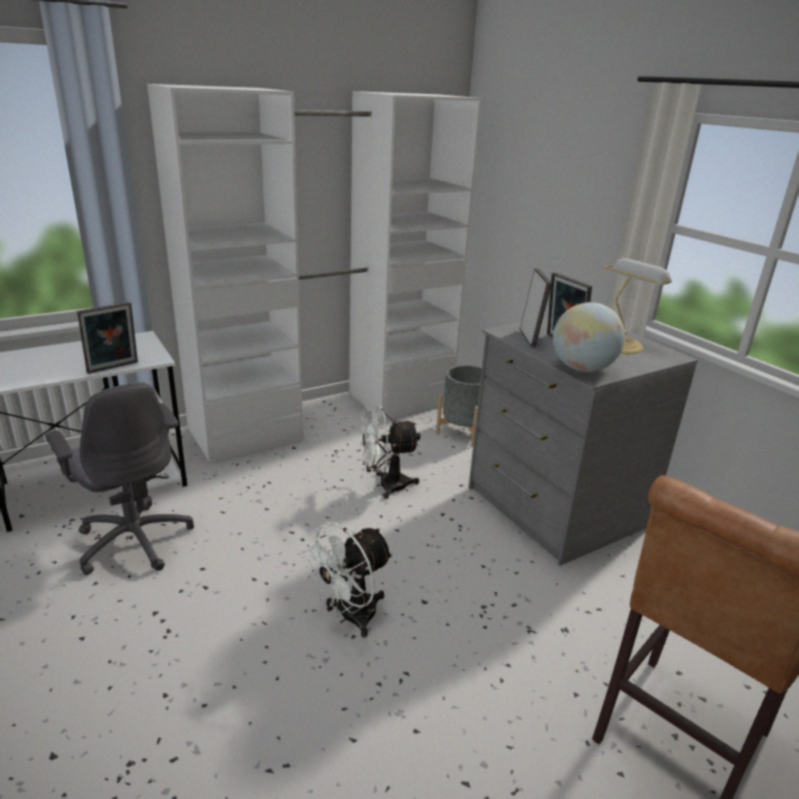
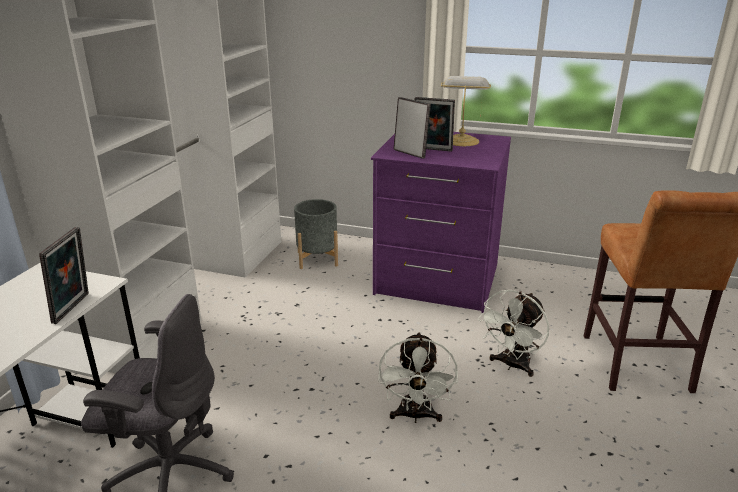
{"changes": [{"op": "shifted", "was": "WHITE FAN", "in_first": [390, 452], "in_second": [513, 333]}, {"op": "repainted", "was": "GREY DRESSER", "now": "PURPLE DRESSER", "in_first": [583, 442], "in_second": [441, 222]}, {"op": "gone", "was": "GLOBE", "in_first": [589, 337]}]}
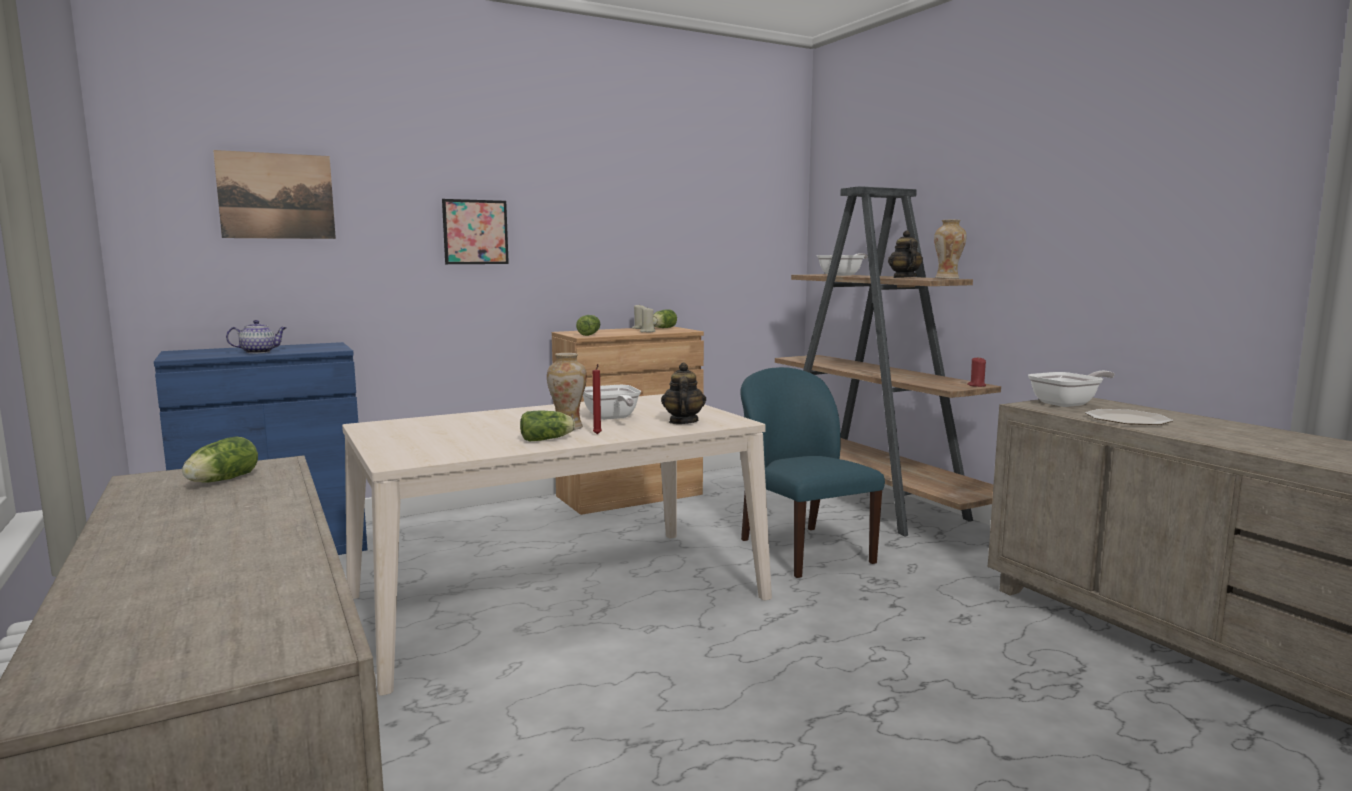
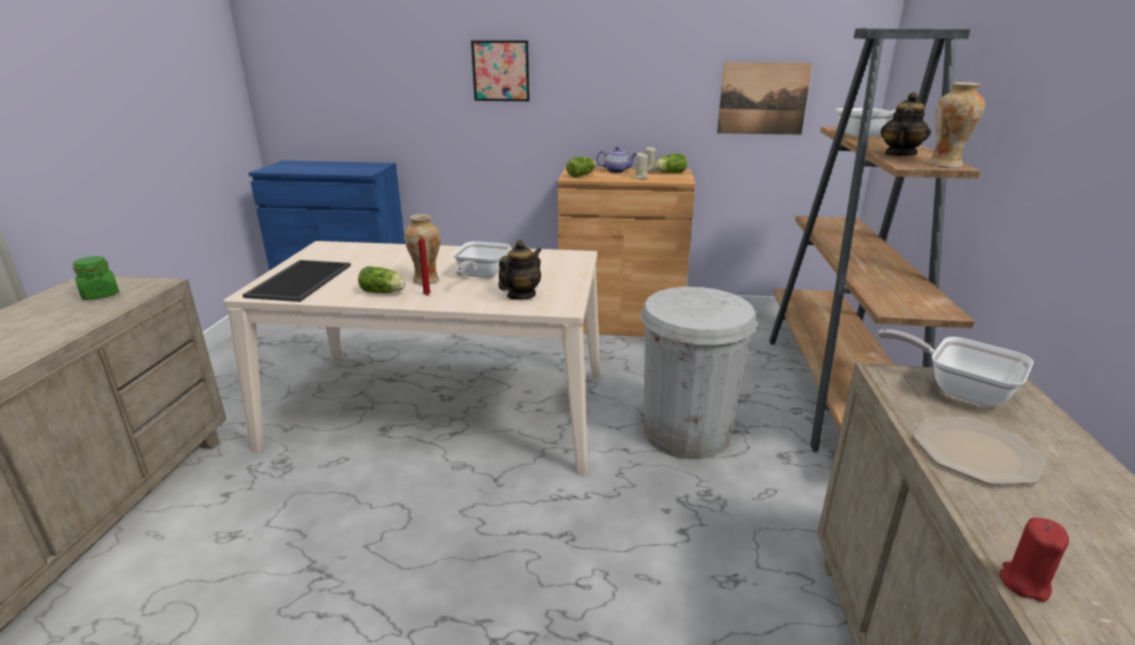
{"changes": [{"op": "swapped", "was": "LETTUCE", "now": "GREEN JAR", "in_first": [220, 459], "in_second": [96, 278]}, {"op": "shifted", "was": "PICTURE", "in_first": [274, 194], "in_second": [764, 98]}, {"op": "shifted", "was": "TEAPOT", "in_first": [256, 337], "in_second": [616, 160]}, {"op": "swapped", "was": "BLUE CHAIR", "now": "WHITE TRASH CAN", "in_first": [812, 472], "in_second": [698, 373]}, {"op": "shifted", "was": "RED CANDLE", "in_first": [977, 372], "in_second": [1034, 559]}, {"op": "rotated", "was": "FRYING PAN", "in_first": [1071, 389], "in_second": [955, 368], "clockwise": -150}, {"op": "new", "now": "TRAY", "in_second": [296, 281]}]}
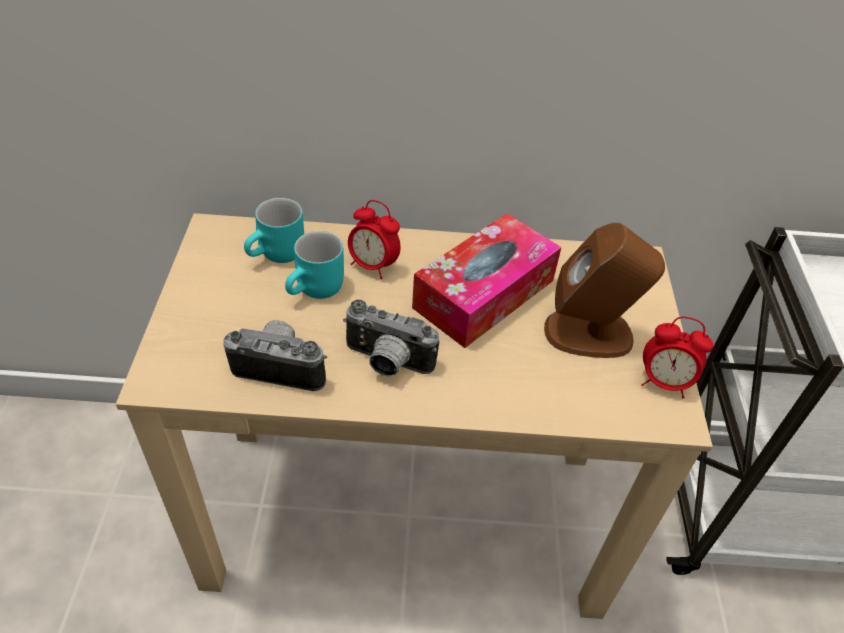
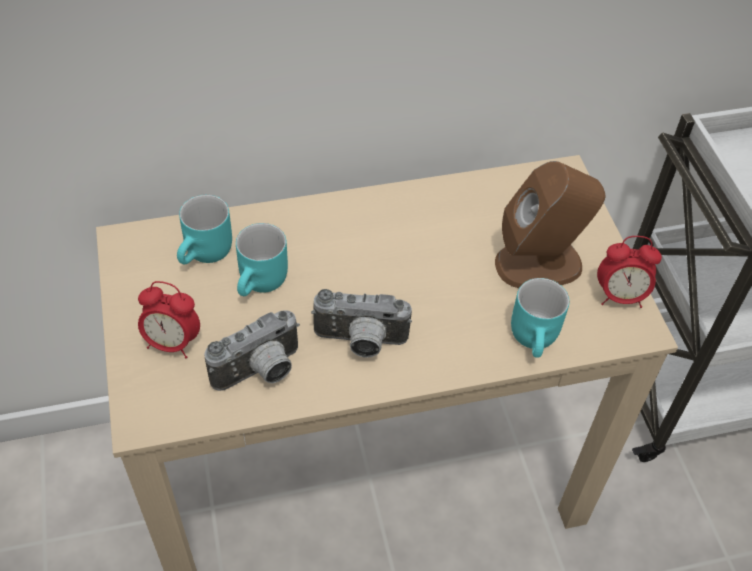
{"changes": [{"op": "rotated", "was": "PHOTO CAMERA", "in_first": [275, 355], "in_second": [252, 350], "clockwise": 150}, {"op": "shifted", "was": "ALARM CLOCK", "in_first": [374, 239], "in_second": [169, 319]}, {"op": "gone", "was": "TISSUE BOX", "in_first": [487, 280]}, {"op": "new", "now": "TURQUOISE MUG", "in_second": [540, 318]}]}
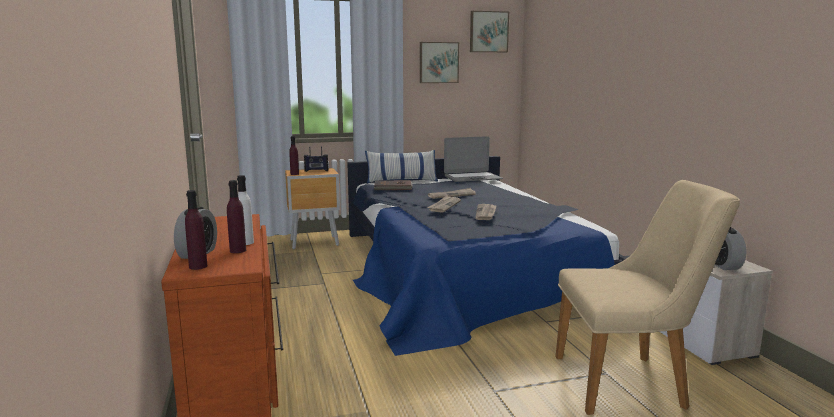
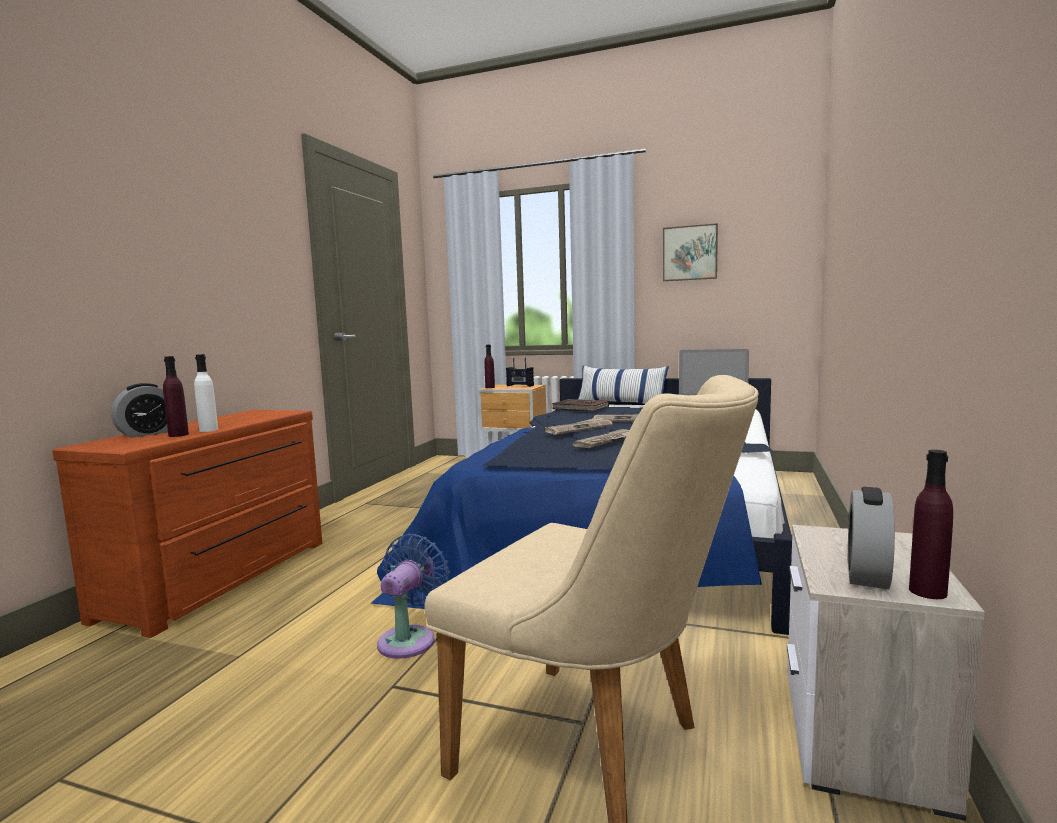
{"changes": [{"op": "shifted", "was": "PURPLE BOTTLE", "in_first": [196, 230], "in_second": [931, 524]}, {"op": "gone", "was": "PICTURE", "in_first": [489, 31]}, {"op": "new", "now": "BLUE FAN", "in_second": [413, 596]}]}
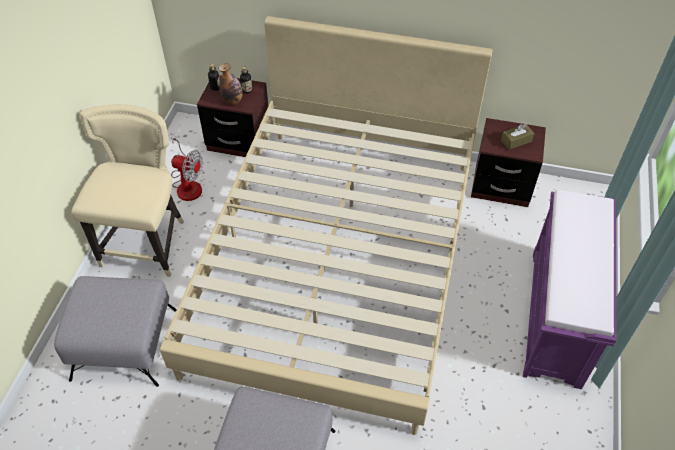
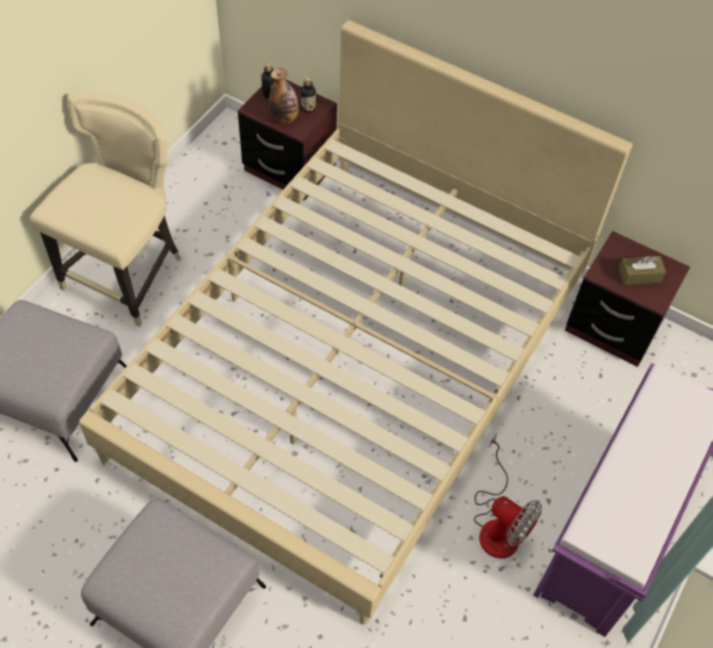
{"changes": [{"op": "shifted", "was": "FAN", "in_first": [186, 167], "in_second": [508, 495]}]}
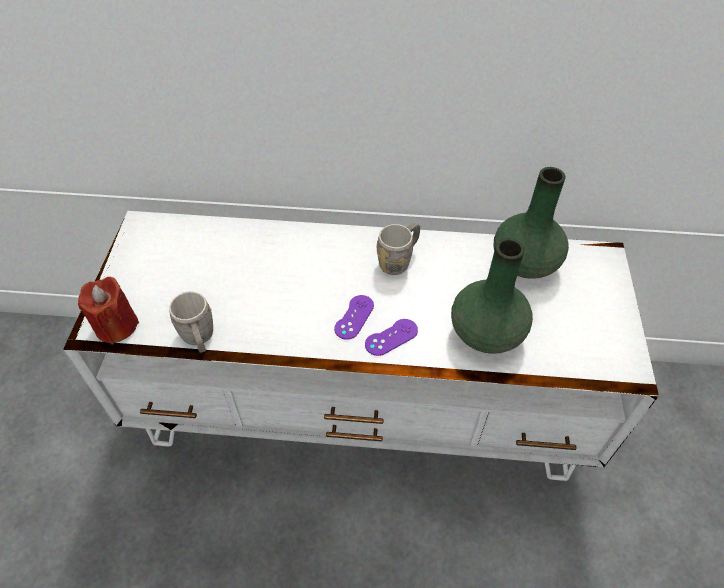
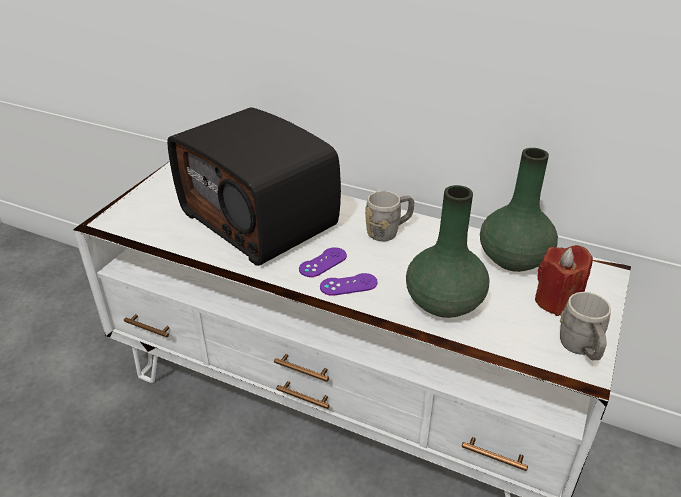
{"changes": [{"op": "shifted", "was": "RED CANDLE", "in_first": [108, 311], "in_second": [564, 280]}, {"op": "shifted", "was": "GREY MUG", "in_first": [191, 322], "in_second": [585, 326]}, {"op": "new", "now": "RADIO", "in_second": [254, 186]}]}
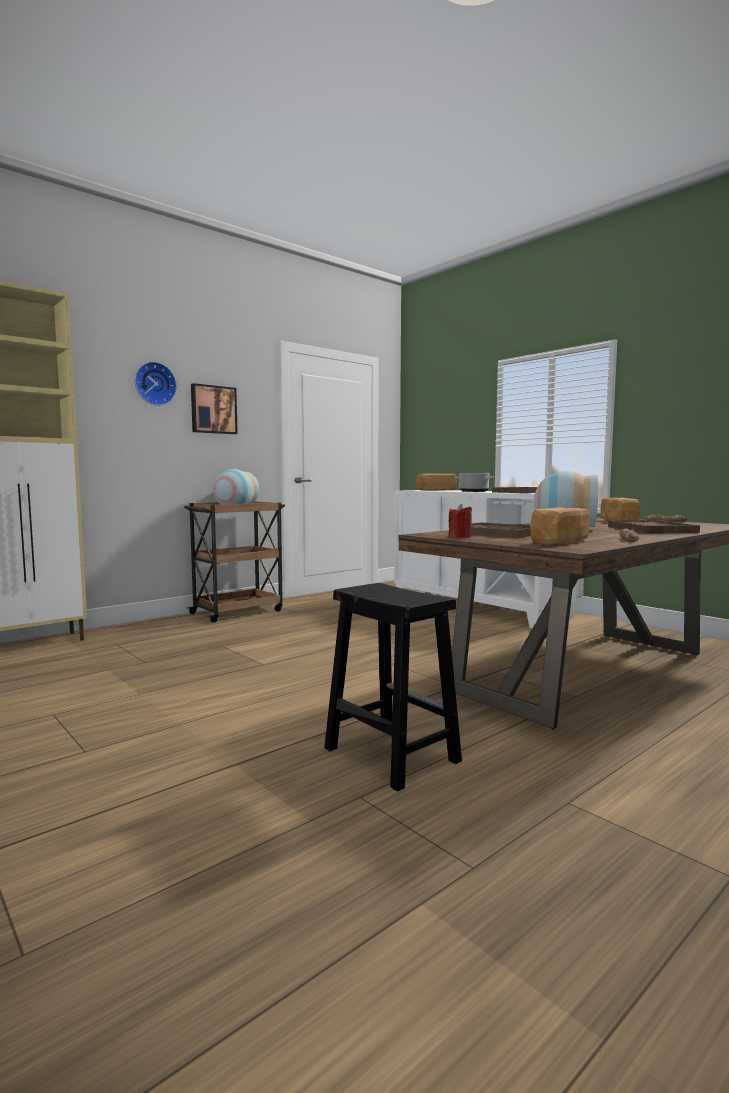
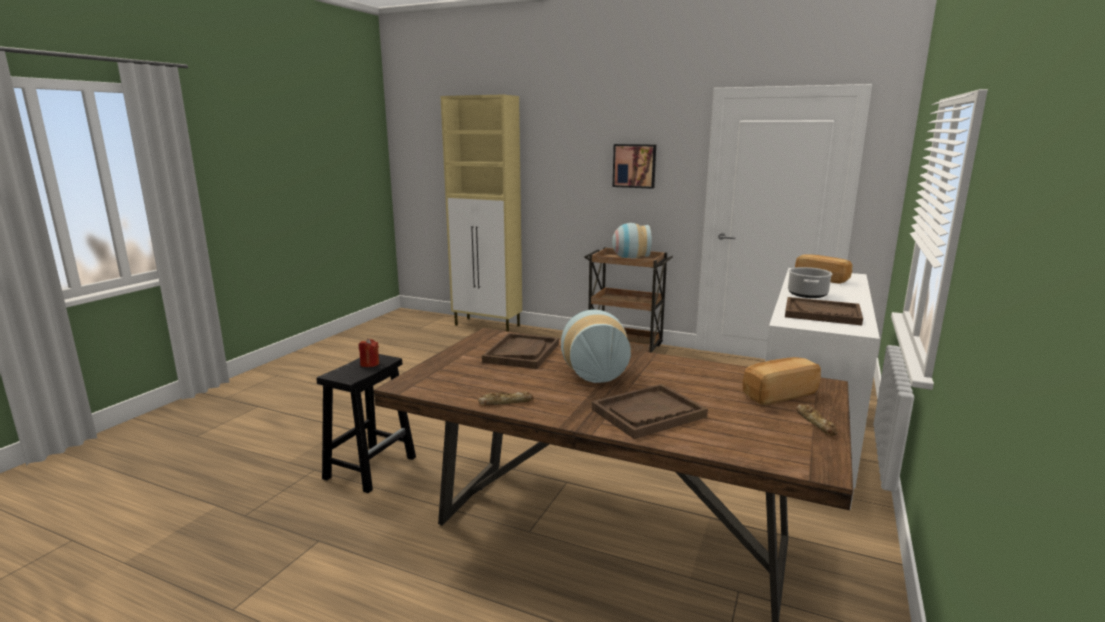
{"changes": [{"op": "gone", "was": "WALL CLOCK", "in_first": [156, 384]}, {"op": "shifted", "was": "RED CANDLE", "in_first": [460, 521], "in_second": [368, 352]}, {"op": "gone", "was": "BREAD", "in_first": [560, 525]}]}
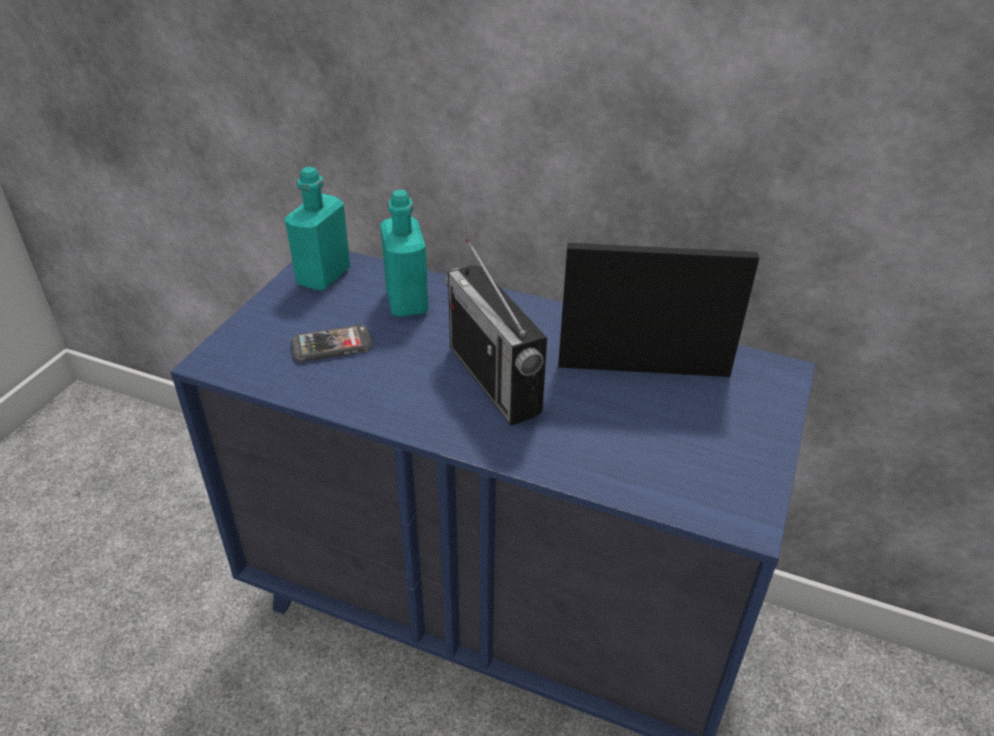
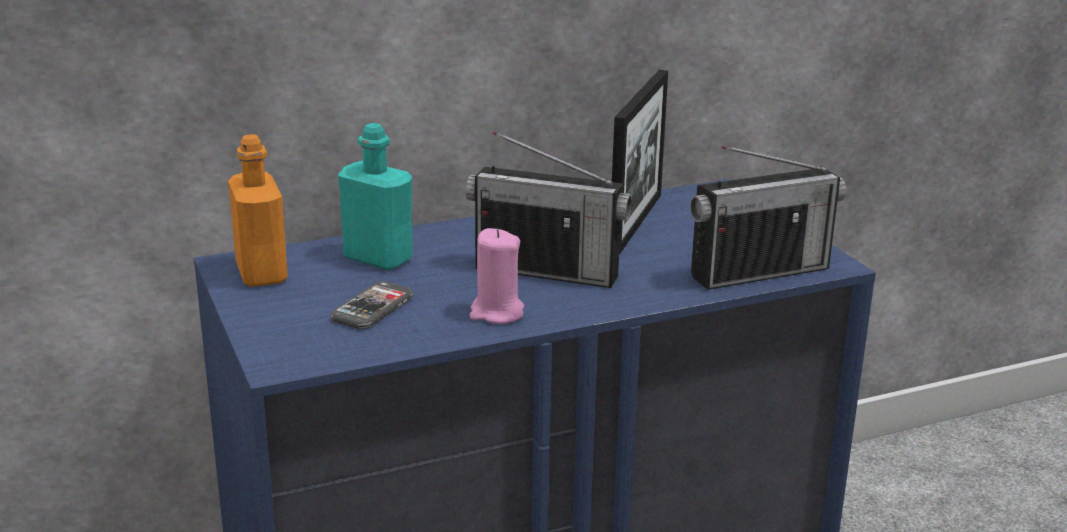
{"changes": [{"op": "repainted", "was": "TURQUOISE BOTTLE", "now": "ORANGE BOTTLE", "in_first": [317, 229], "in_second": [258, 210]}, {"op": "rotated", "was": "PICTURE FRAME", "in_first": [658, 310], "in_second": [640, 162], "clockwise": 150}, {"op": "new", "now": "PINK CANDLE", "in_second": [497, 276]}, {"op": "new", "now": "RADIO", "in_second": [768, 217]}]}
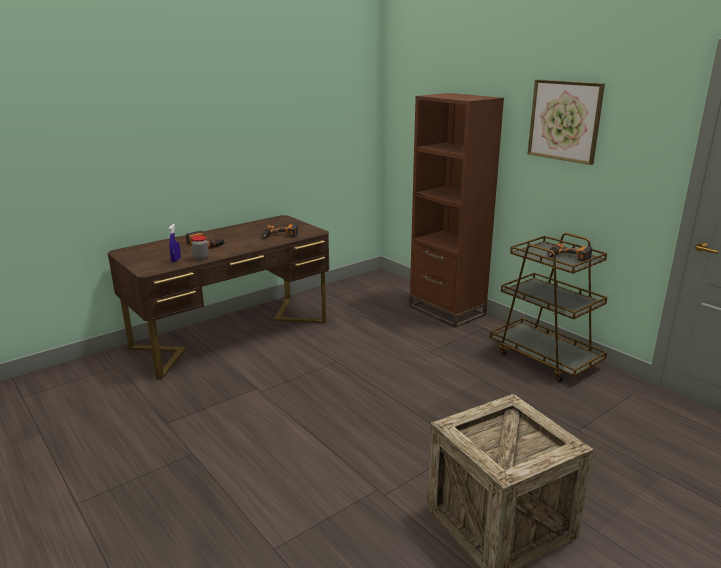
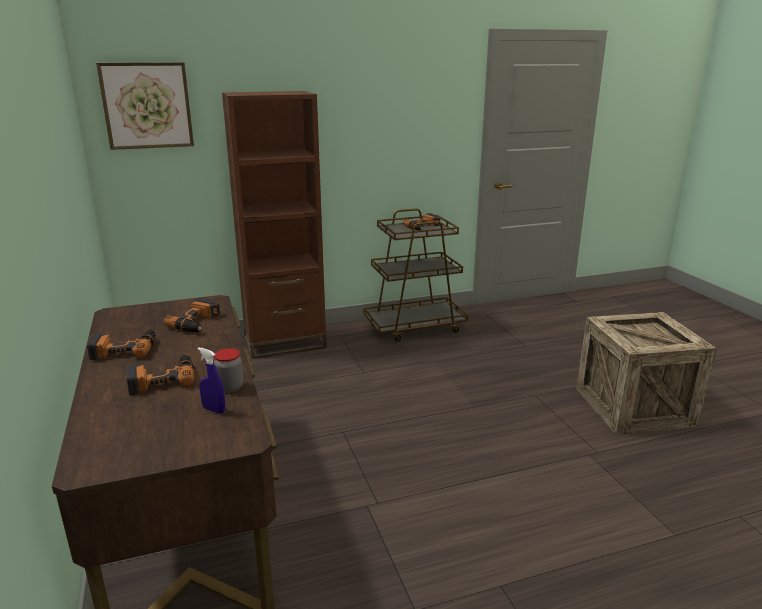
{"changes": [{"op": "shifted", "was": "PICTURE", "in_first": [566, 122], "in_second": [145, 106]}, {"op": "new", "now": "POWER DRILL", "in_second": [121, 345]}]}
